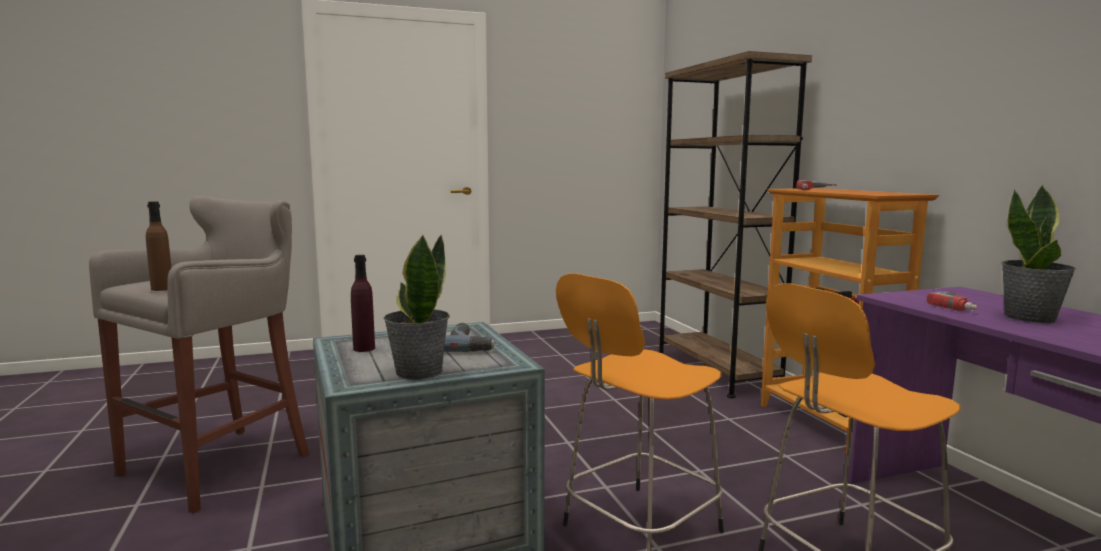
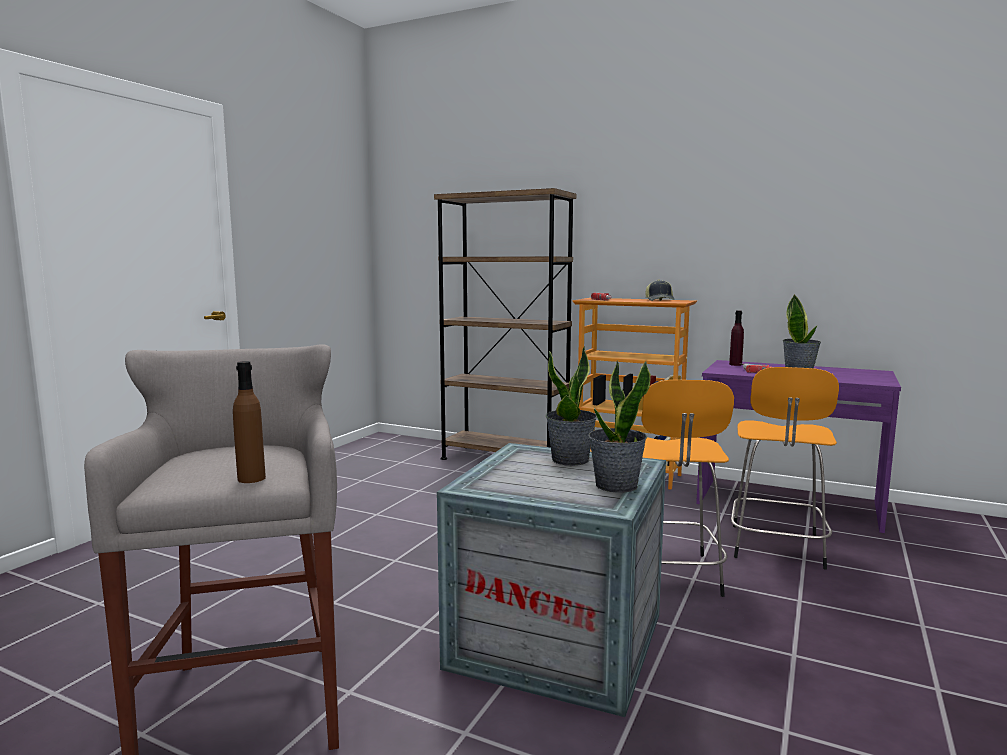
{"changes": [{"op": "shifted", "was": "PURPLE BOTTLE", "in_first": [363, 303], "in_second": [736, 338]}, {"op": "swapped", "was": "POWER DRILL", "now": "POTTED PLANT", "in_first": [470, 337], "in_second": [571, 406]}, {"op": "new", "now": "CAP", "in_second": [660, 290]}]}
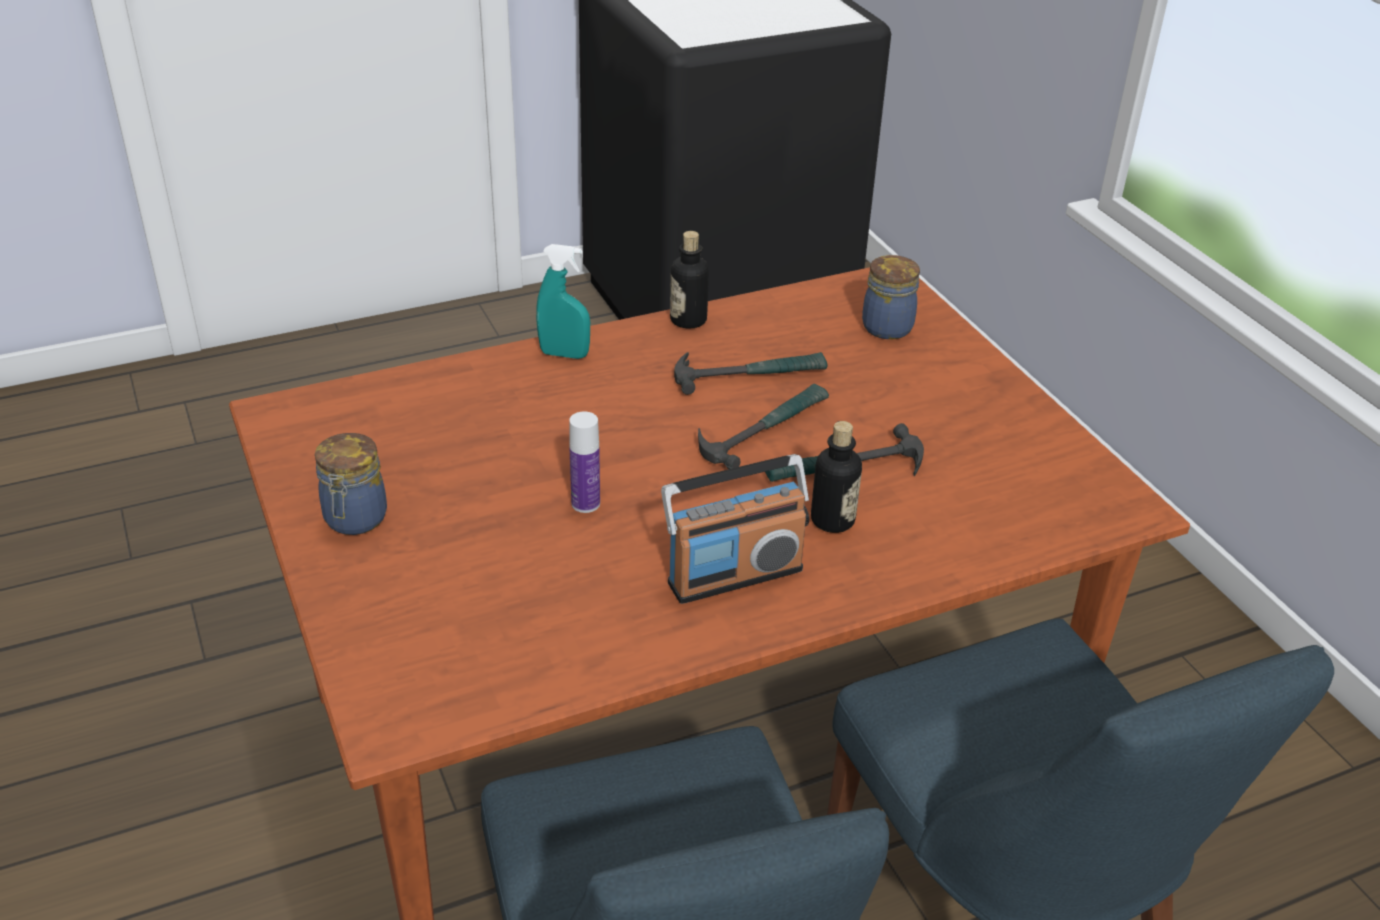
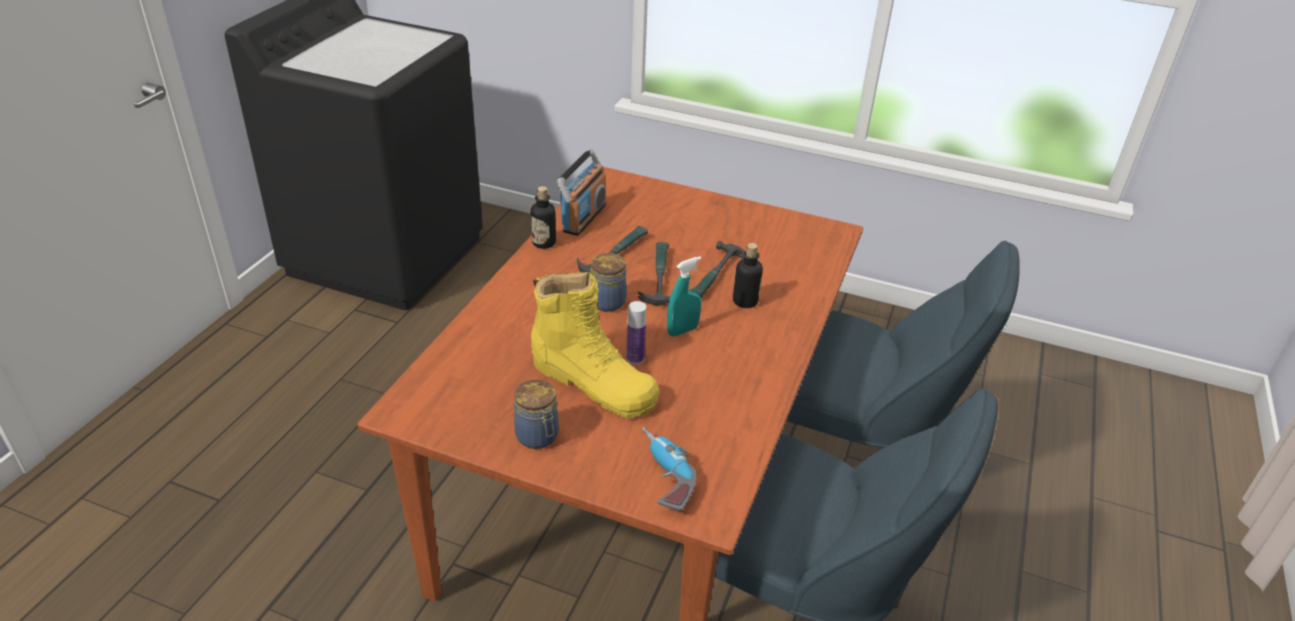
{"changes": [{"op": "shifted", "was": "TURQUOISE SPRAY BOTTLE", "in_first": [563, 301], "in_second": [684, 296]}, {"op": "shifted", "was": "RADIO", "in_first": [735, 529], "in_second": [581, 192]}, {"op": "shifted", "was": "JAR", "in_first": [891, 297], "in_second": [608, 282]}, {"op": "new", "now": "YELLOW BOOT", "in_second": [595, 345]}, {"op": "new", "now": "POWER DRILL", "in_second": [669, 469]}]}
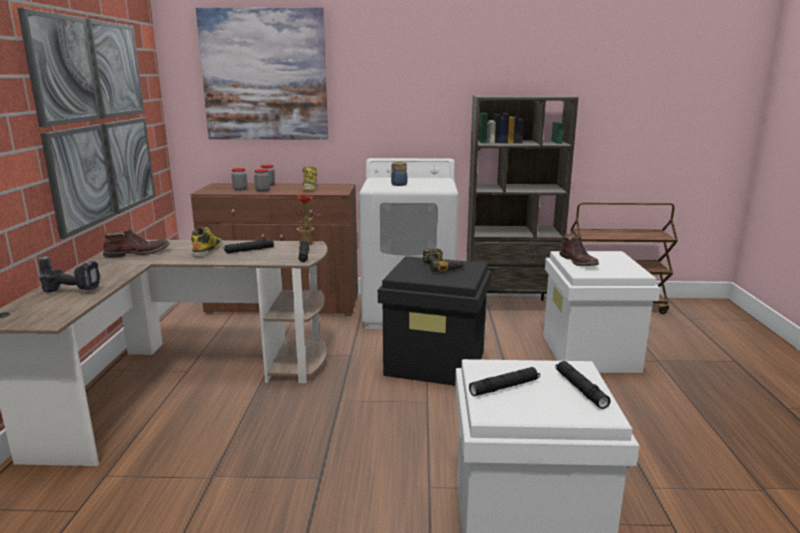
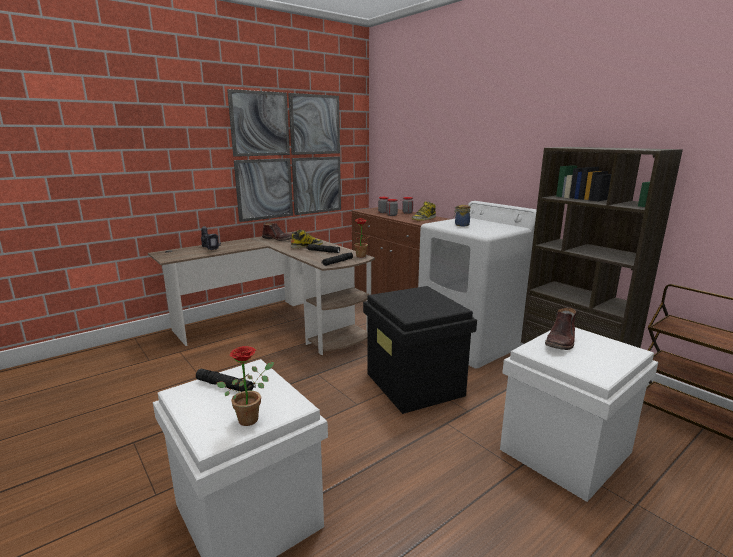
{"changes": [{"op": "gone", "was": "PICTURE", "in_first": [262, 73]}, {"op": "gone", "was": "POWER DRILL", "in_first": [444, 260]}, {"op": "swapped", "was": "BLACK FLASHLIGHT", "now": "POTTED PLANT", "in_first": [583, 385], "in_second": [245, 386]}]}
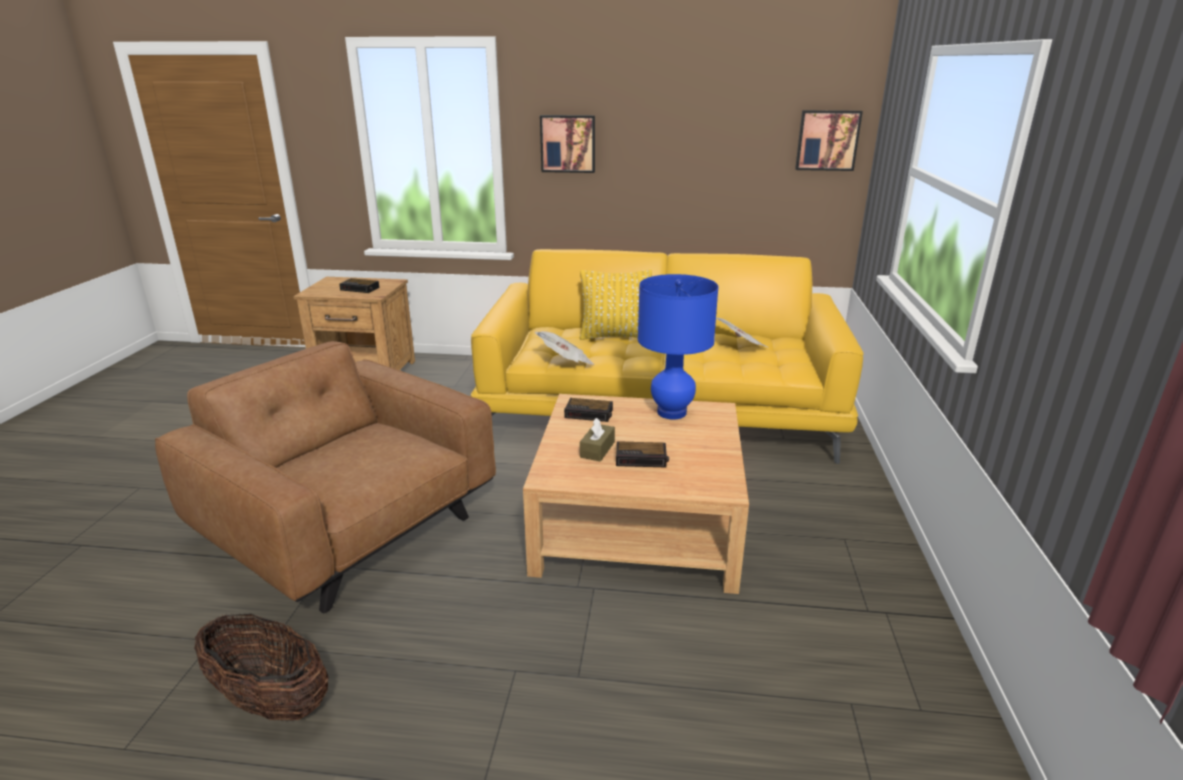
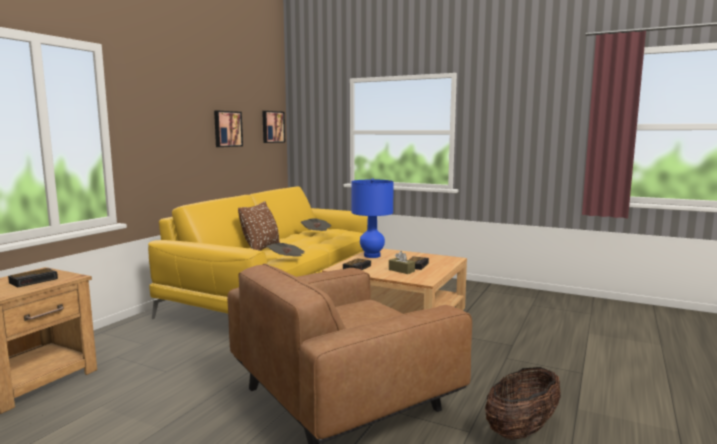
{"changes": [{"op": "shifted", "was": "PICTURE", "in_first": [567, 144], "in_second": [228, 129]}, {"op": "repainted", "was": "YELLOW PILLOW", "now": "BROWN PILLOW", "in_first": [616, 305], "in_second": [259, 226]}]}
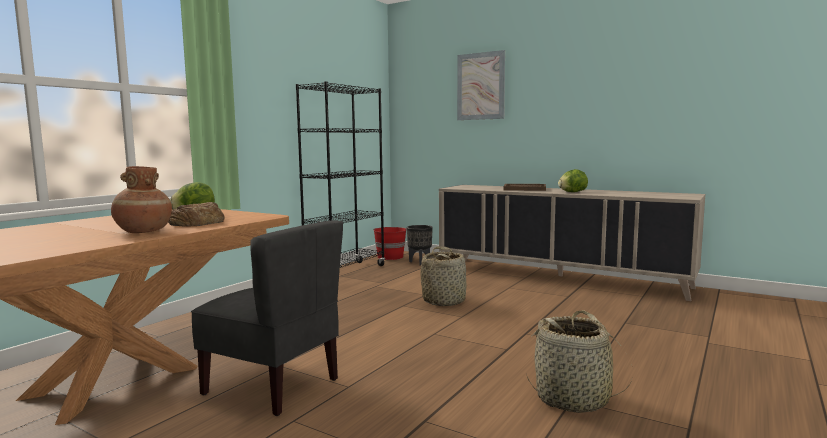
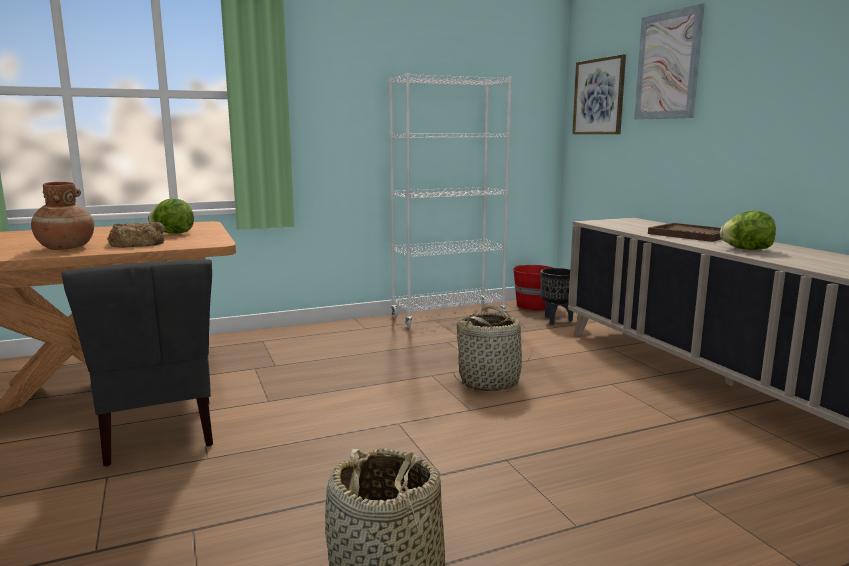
{"changes": [{"op": "repainted", "was": "BLACK BOOKCASE", "now": "WHITE BOOKCASE", "in_first": [340, 174], "in_second": [450, 200]}, {"op": "new", "now": "PICTURE", "in_second": [599, 94]}]}
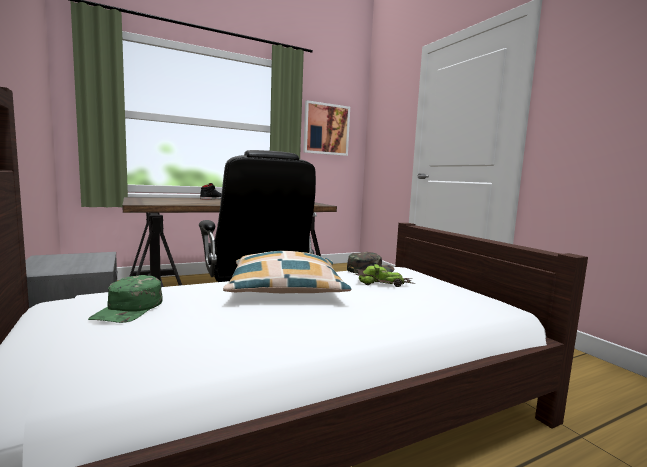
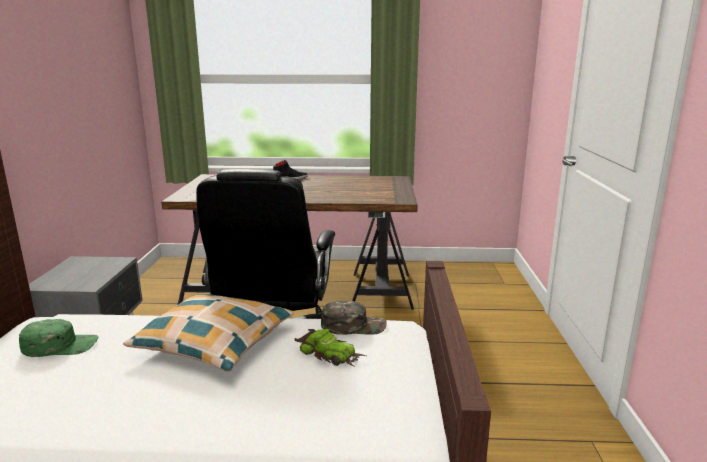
{"changes": [{"op": "rotated", "was": "GREEN CAP", "in_first": [125, 299], "in_second": [58, 338], "clockwise": -135}, {"op": "gone", "was": "PICTURE", "in_first": [326, 128]}]}
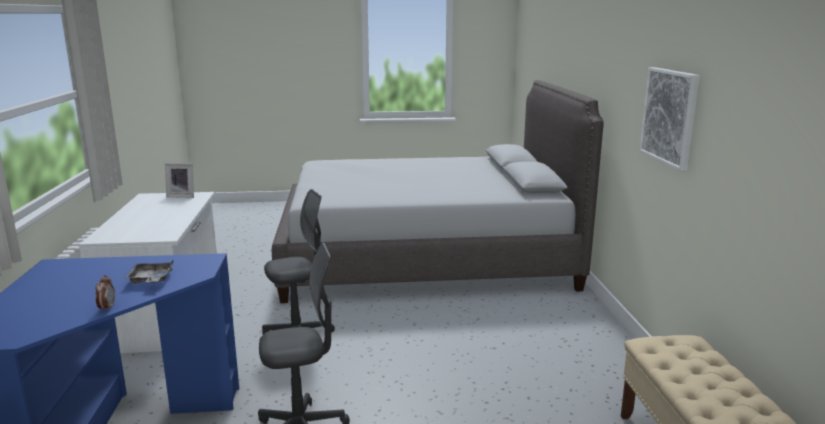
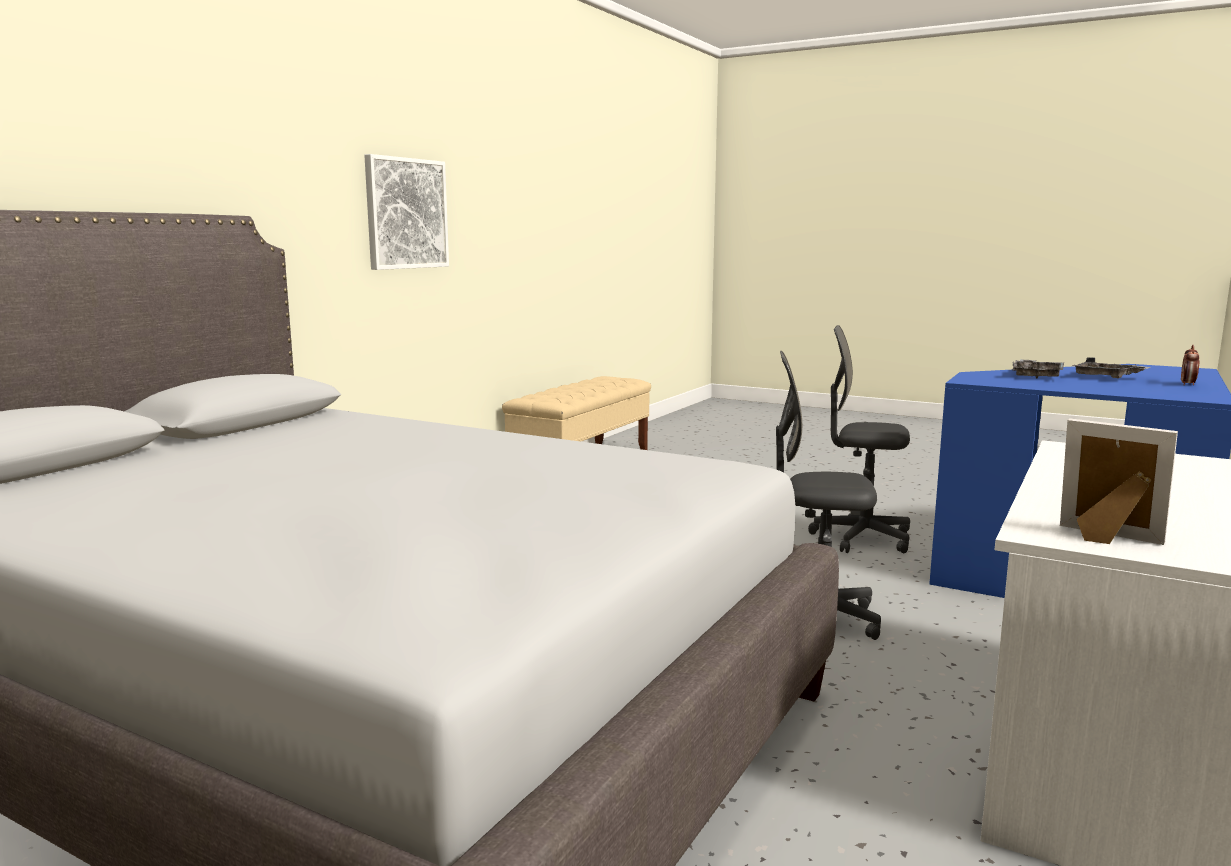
{"changes": [{"op": "shifted", "was": "ALARM CLOCK", "in_first": [105, 293], "in_second": [1190, 365]}, {"op": "new", "now": "GREY TRAY", "in_second": [1111, 367]}]}
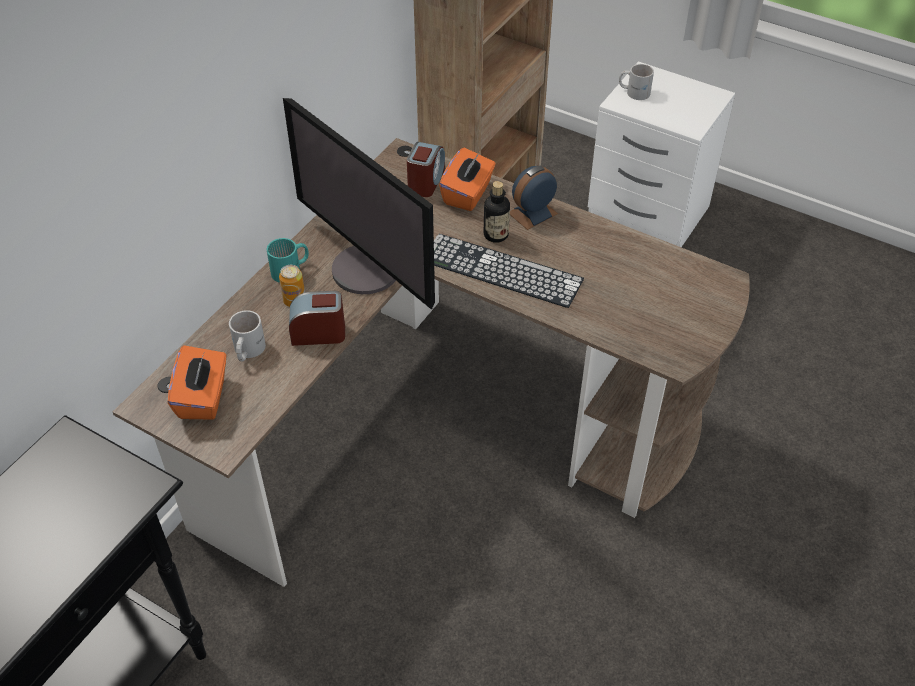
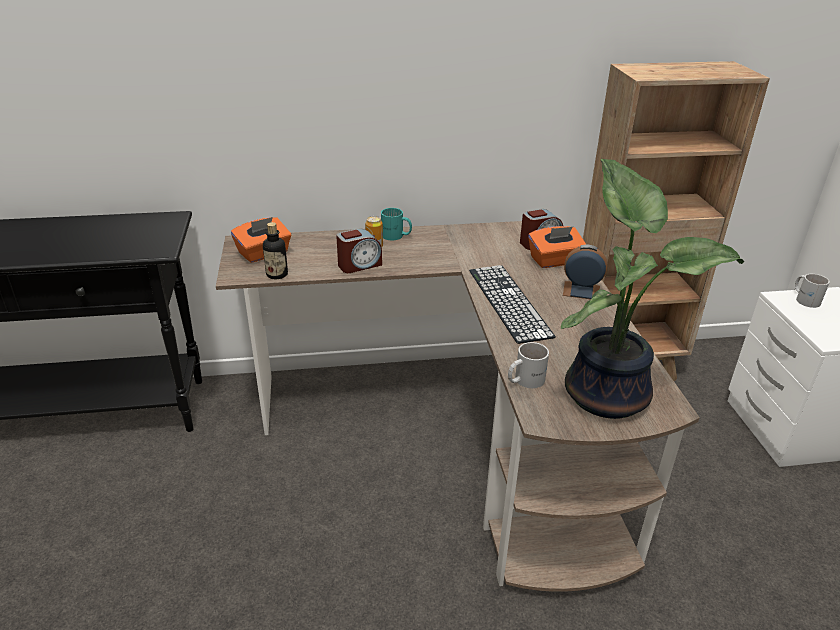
{"changes": [{"op": "shifted", "was": "WHITE MUG", "in_first": [247, 335], "in_second": [528, 365]}, {"op": "gone", "was": "MONITOR", "in_first": [359, 204]}, {"op": "rotated", "was": "ALARM CLOCK", "in_first": [317, 318], "in_second": [359, 250], "clockwise": 105}, {"op": "shifted", "was": "BOTTLE", "in_first": [497, 212], "in_second": [275, 250]}, {"op": "new", "now": "POTTED PLANT", "in_second": [652, 289]}]}
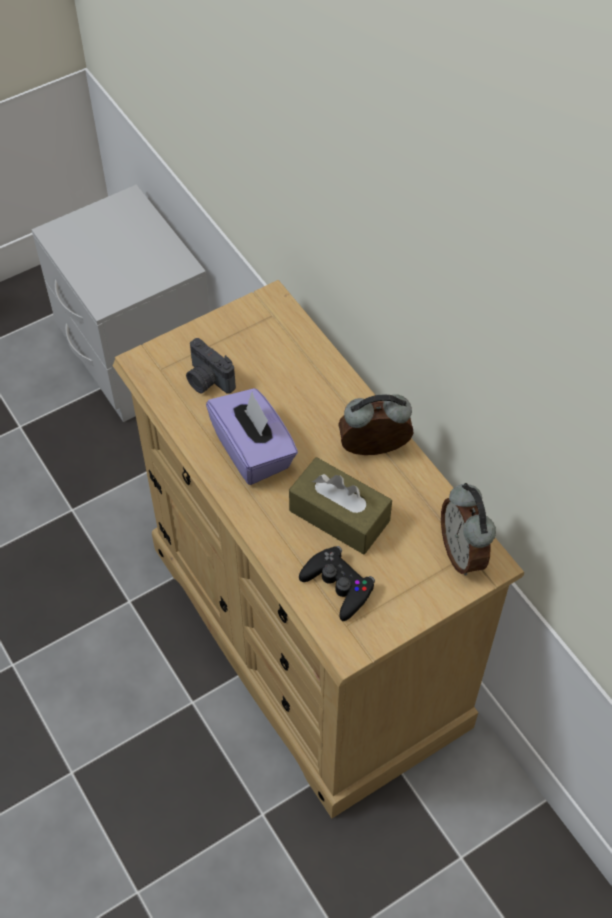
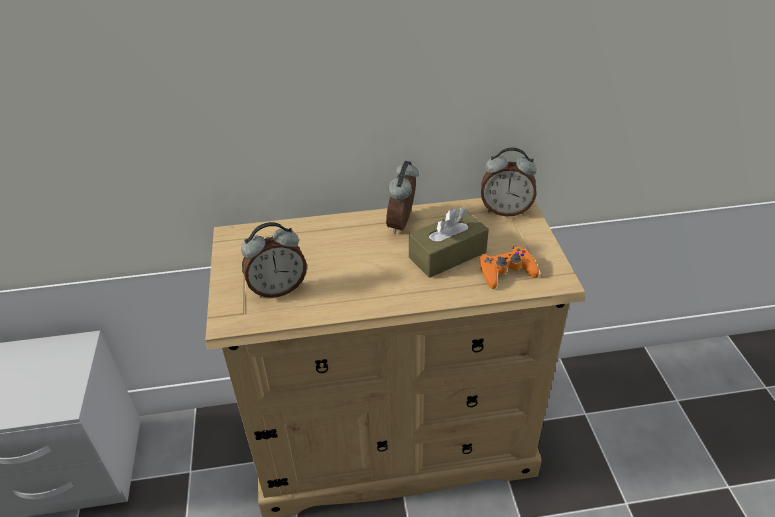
{"changes": [{"op": "swapped", "was": "PHOTO CAMERA", "now": "ALARM CLOCK", "in_first": [211, 366], "in_second": [274, 260]}, {"op": "gone", "was": "PURPLE TISSUE BOX", "in_first": [252, 436]}, {"op": "repainted", "was": "BLACK GAME CONTROLLER", "now": "ORANGE GAME CONTROLLER", "in_first": [337, 583], "in_second": [509, 267]}]}
